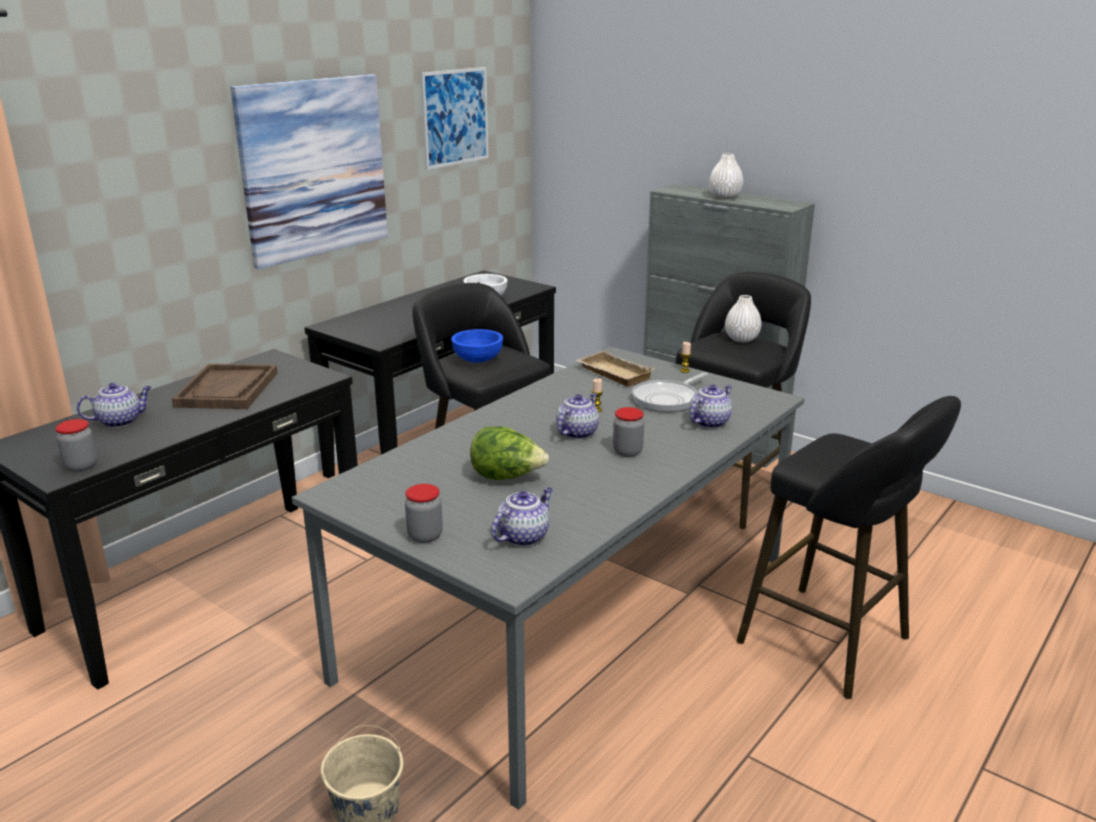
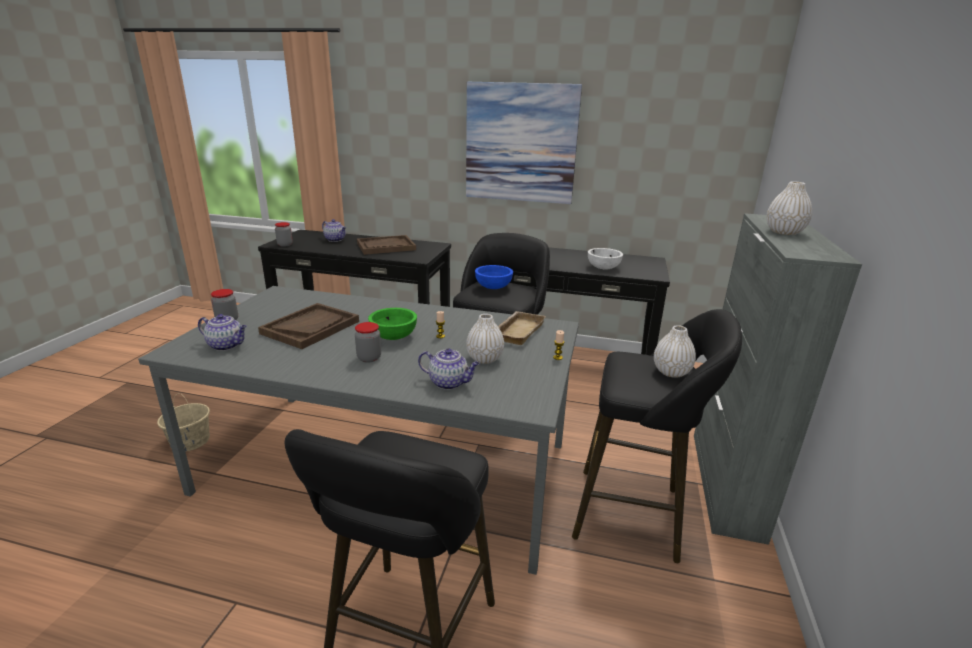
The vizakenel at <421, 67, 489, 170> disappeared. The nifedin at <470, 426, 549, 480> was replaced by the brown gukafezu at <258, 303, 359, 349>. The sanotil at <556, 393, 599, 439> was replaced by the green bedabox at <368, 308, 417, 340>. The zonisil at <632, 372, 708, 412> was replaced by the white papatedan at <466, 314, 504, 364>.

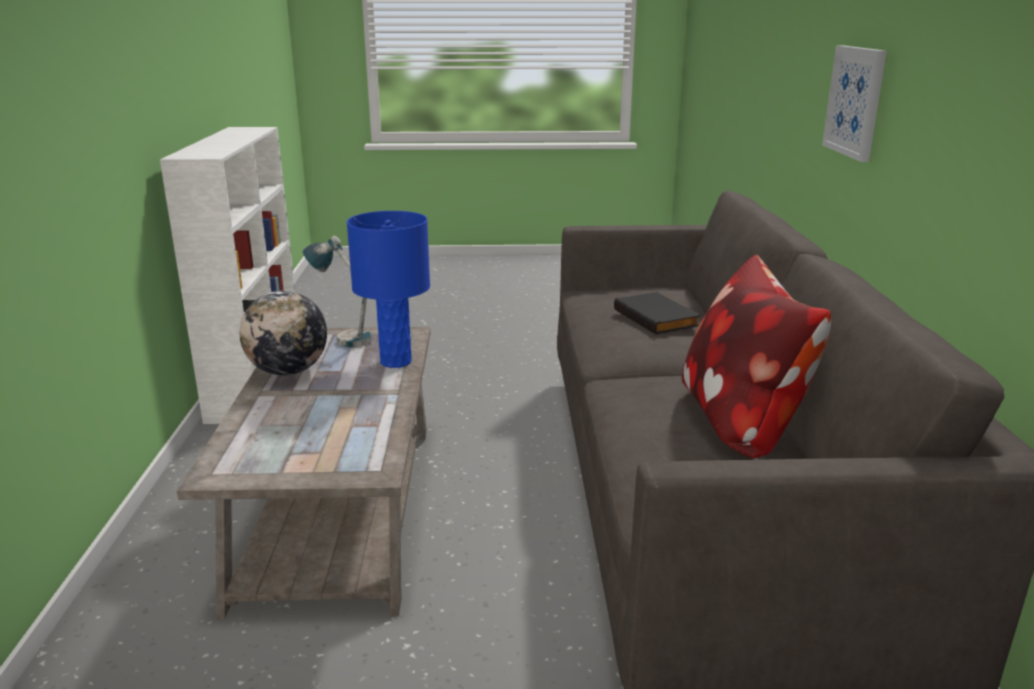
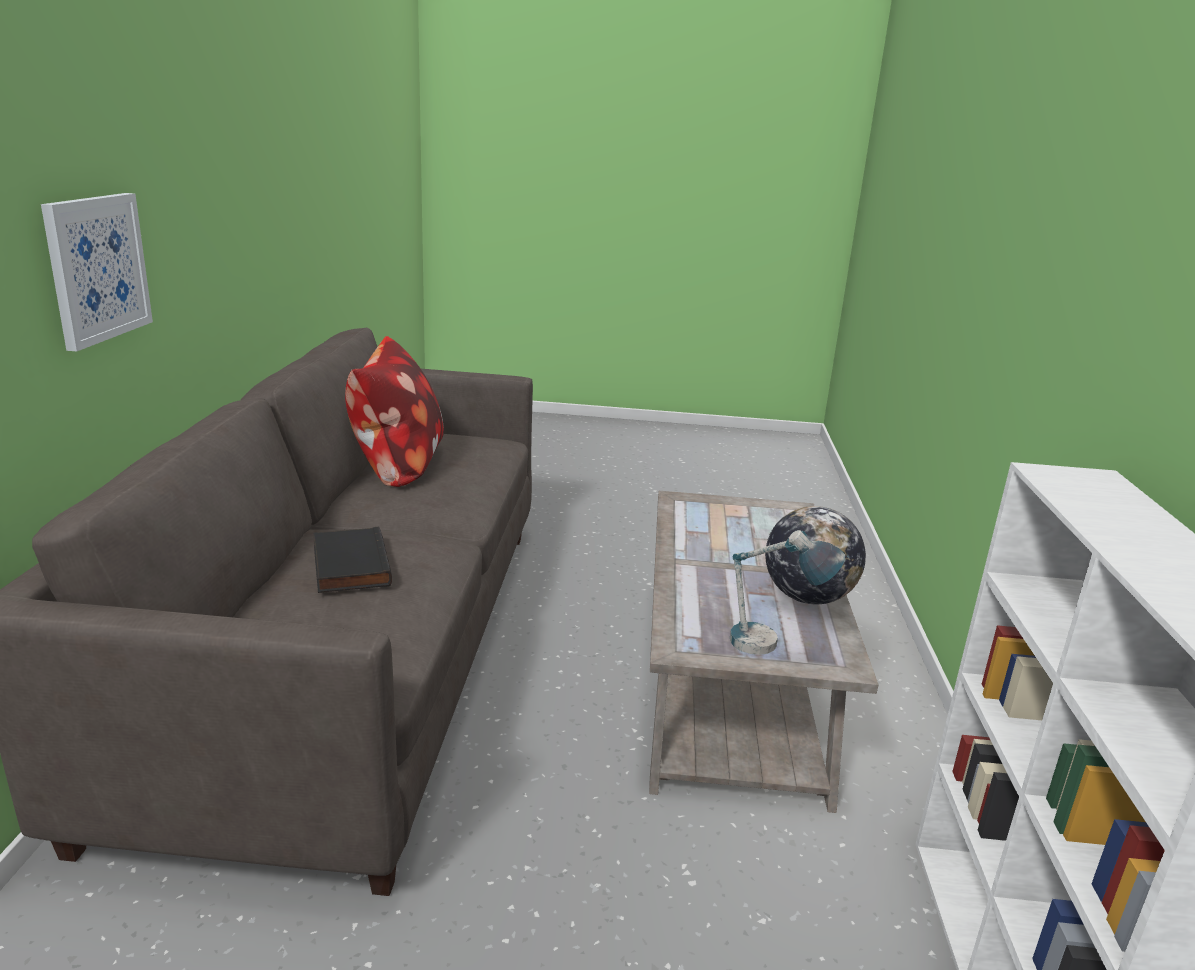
The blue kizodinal at <347, 211, 430, 368> disappeared.

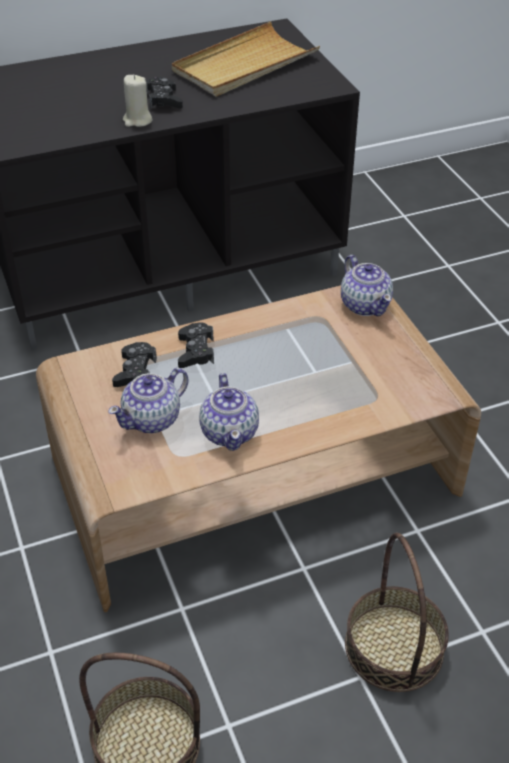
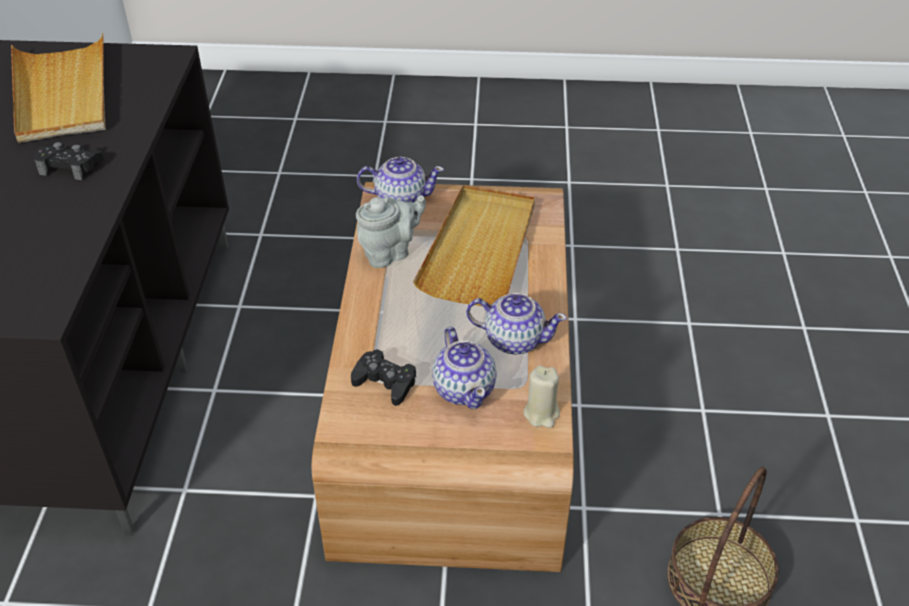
The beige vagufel moved from <123, 75, 152, 127> to <523, 366, 560, 428>. The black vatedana at <178, 322, 214, 368> disappeared. The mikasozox at <345, 532, 449, 692> disappeared. The grey sanotil at <356, 195, 426, 268> appeared. The beige gukafezu at <413, 185, 535, 306> appeared.

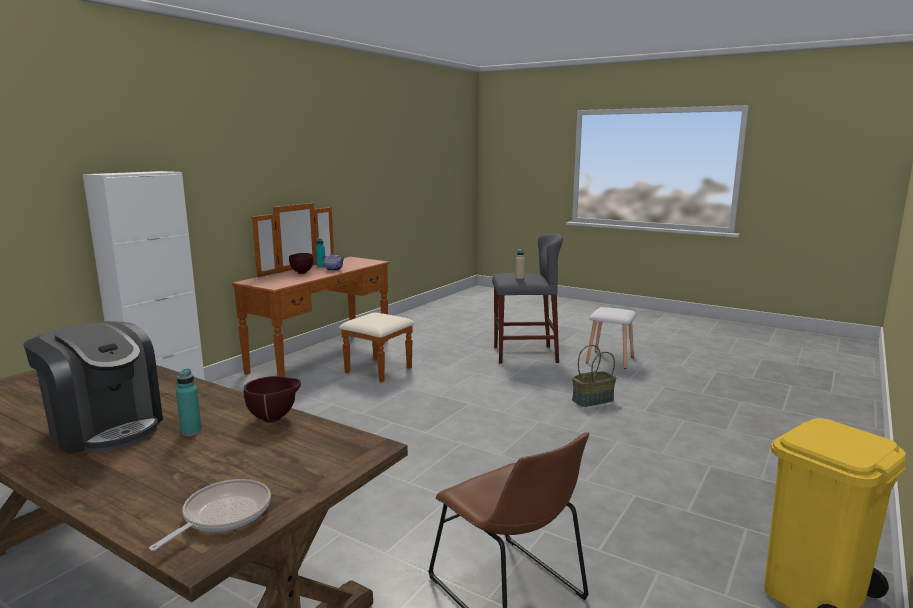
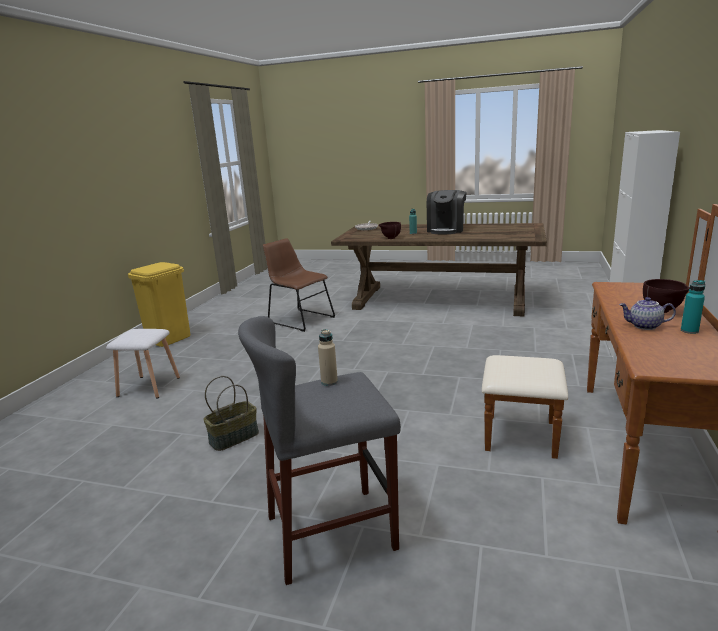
The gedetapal at <23, 321, 163, 454> turned 90 degrees counterclockwise. The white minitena moved from <586, 307, 636, 369> to <106, 329, 180, 399>.

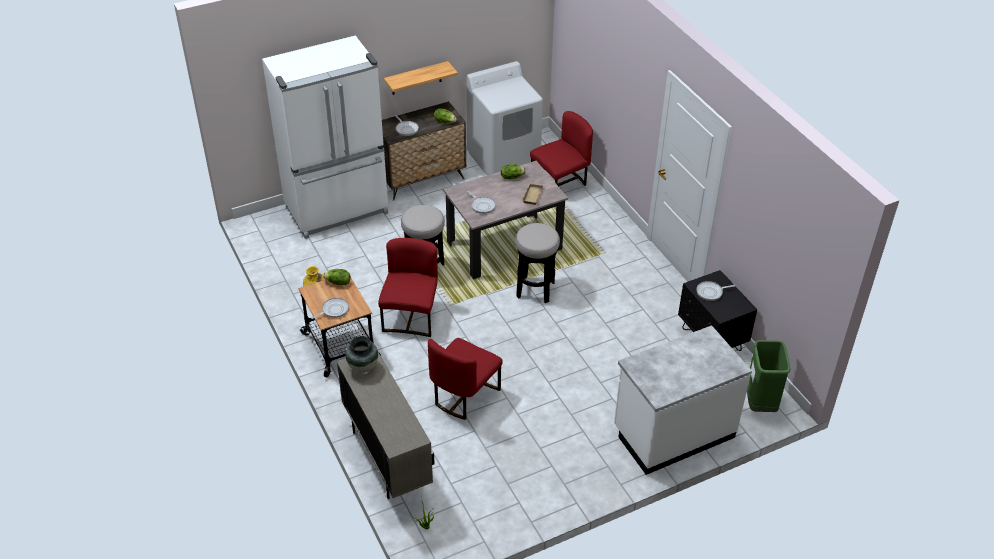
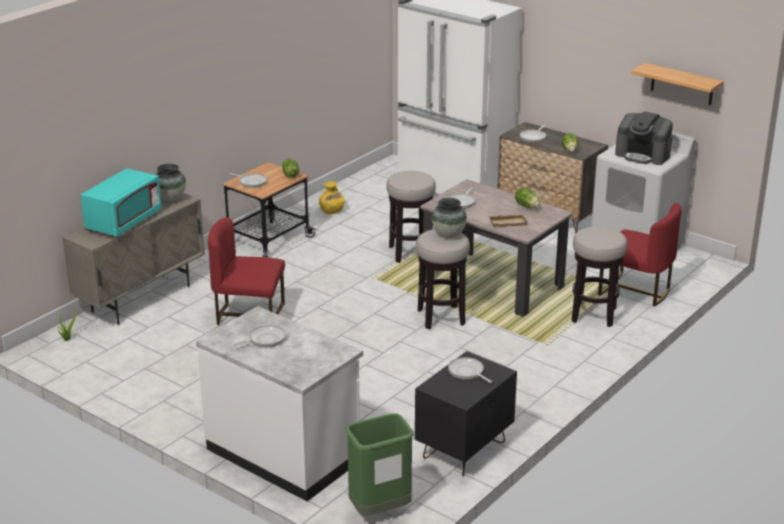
The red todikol at <378, 238, 438, 337> disappeared. The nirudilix moved from <384, 61, 458, 95> to <631, 63, 724, 105>. The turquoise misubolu at <80, 168, 162, 237> appeared. The zonisil at <233, 325, 286, 347> appeared. The papatedan at <432, 198, 467, 238> appeared. The minitena at <572, 226, 627, 327> appeared. The gedetapal at <615, 111, 673, 165> appeared.

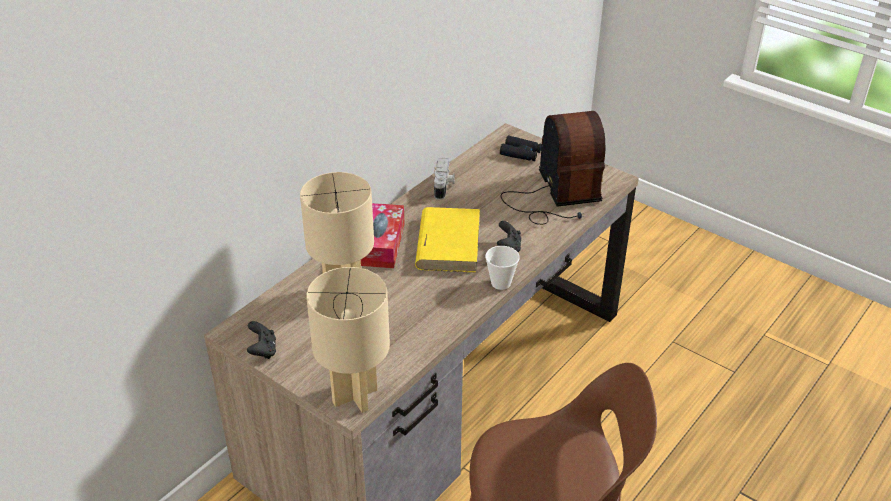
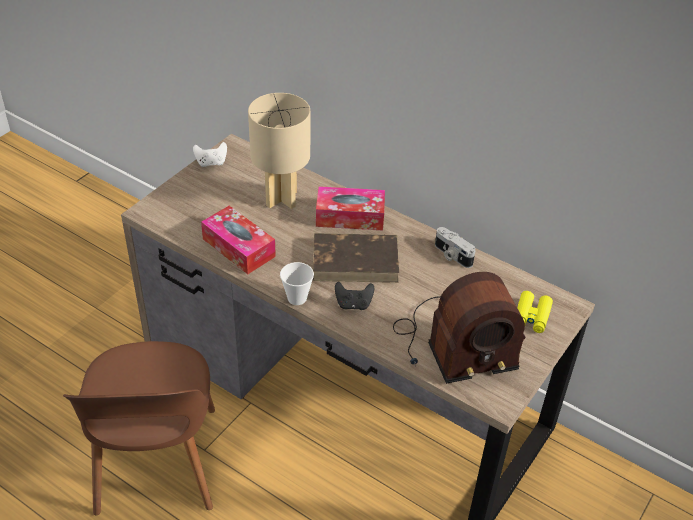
The black vatedana at <247, 321, 276, 359> became the white vatedana at <193, 142, 227, 167>. The beige kizodinal at <306, 267, 390, 413> disappeared. The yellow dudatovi at <415, 207, 480, 273> became the brown dudatovi at <313, 233, 399, 283>. The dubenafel at <434, 157, 455, 200> turned 45 degrees clockwise. The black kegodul at <500, 136, 542, 161> became the yellow kegodul at <517, 291, 553, 333>. The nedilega at <201, 206, 276, 274> appeared.

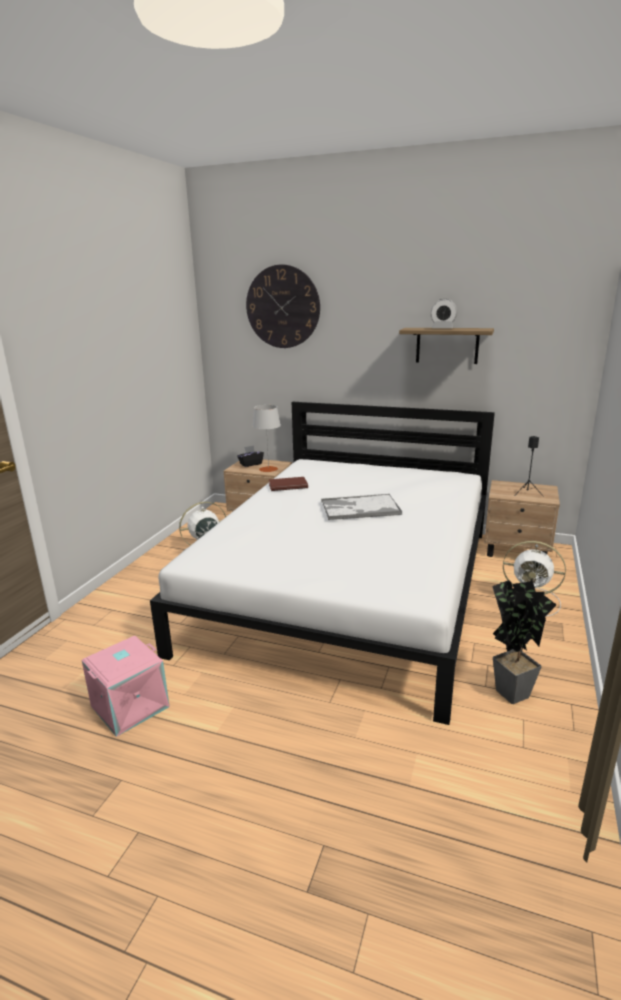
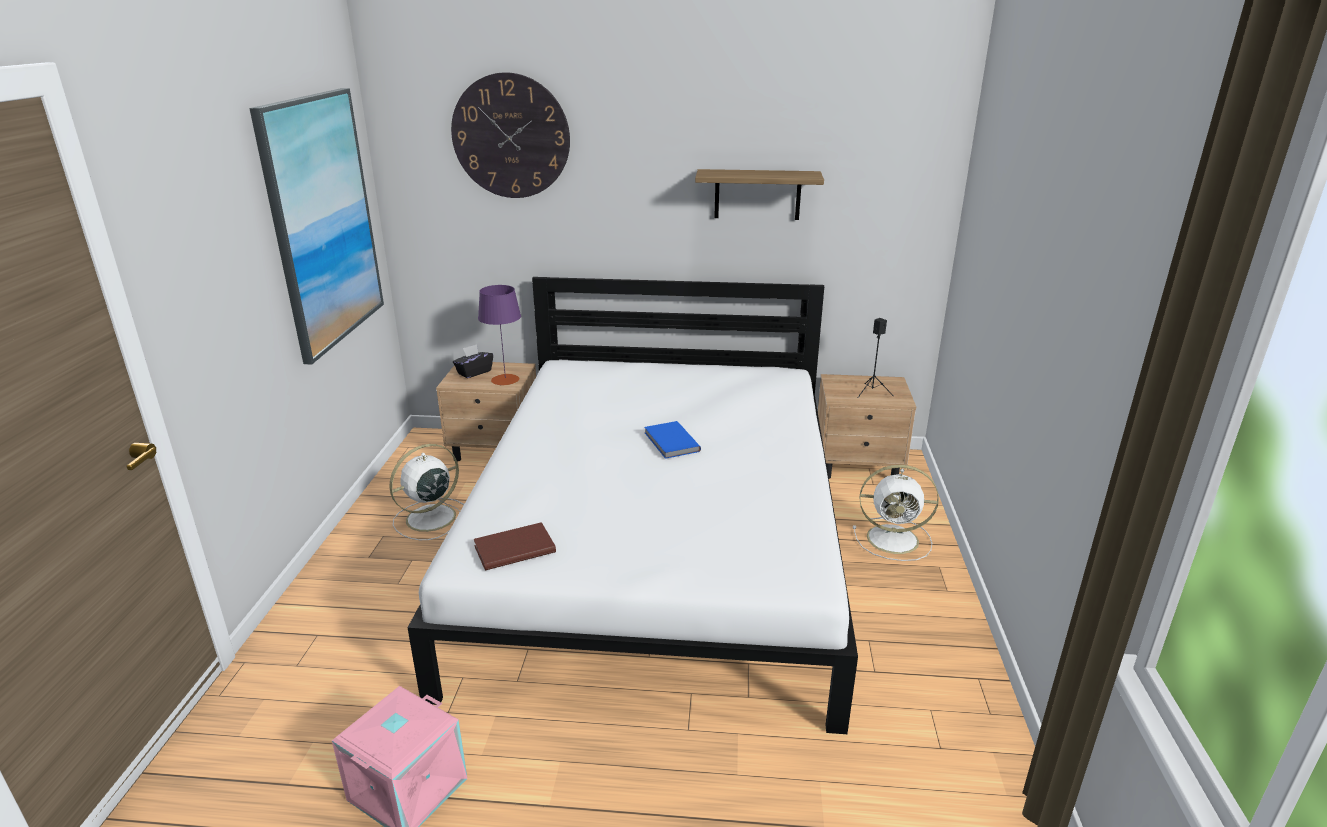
The grey kizodinal at <252, 405, 281, 472> became the purple kizodinal at <478, 285, 521, 386>. The brown dudatovi moved from <269, 477, 308, 491> to <474, 522, 556, 571>. The gukafezu at <321, 494, 402, 520> was replaced by the blue dudatovi at <645, 421, 701, 459>. The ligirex at <431, 299, 457, 328> disappeared. The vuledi at <492, 579, 556, 704> disappeared. The vizakenel at <250, 88, 384, 365> appeared.

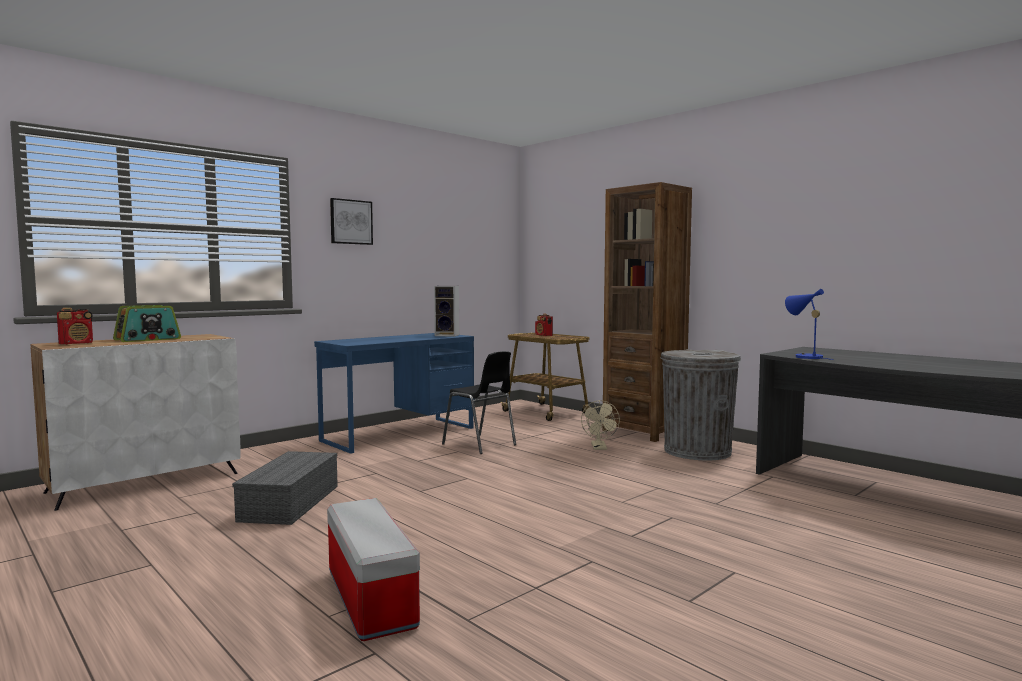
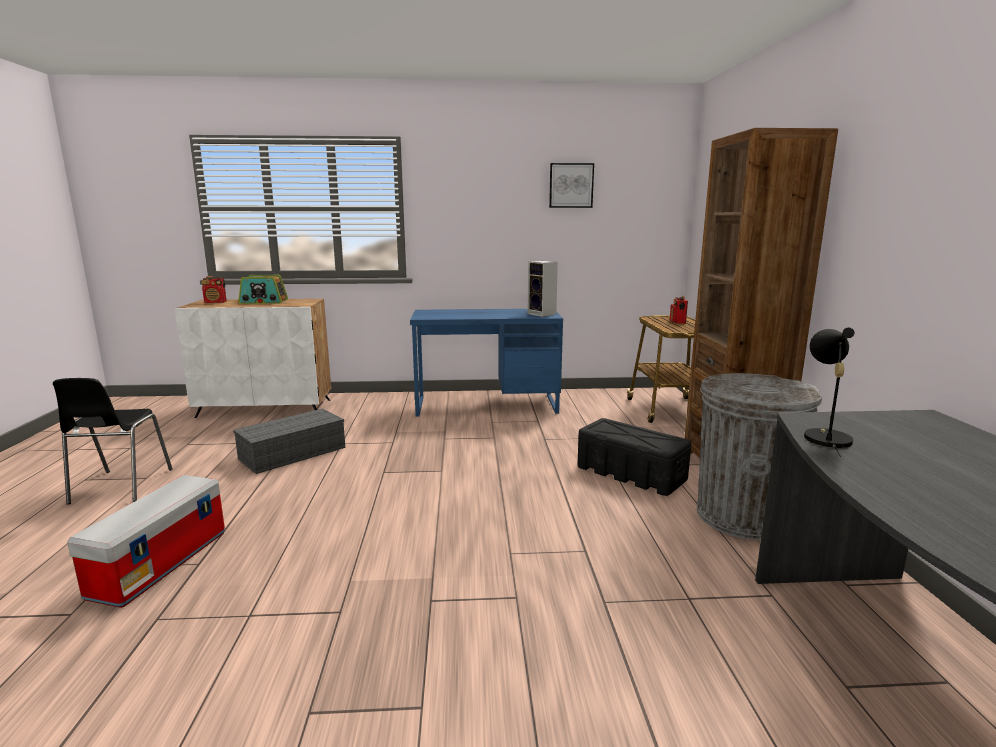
The vizakenel moved from <330, 198, 373, 245> to <549, 163, 594, 208>. The black todikol moved from <442, 351, 516, 454> to <53, 378, 173, 505>. The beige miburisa at <581, 400, 620, 450> was replaced by the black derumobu at <577, 418, 691, 496>. The blue kizodinal at <785, 289, 833, 360> became the black kizodinal at <804, 328, 855, 457>.

